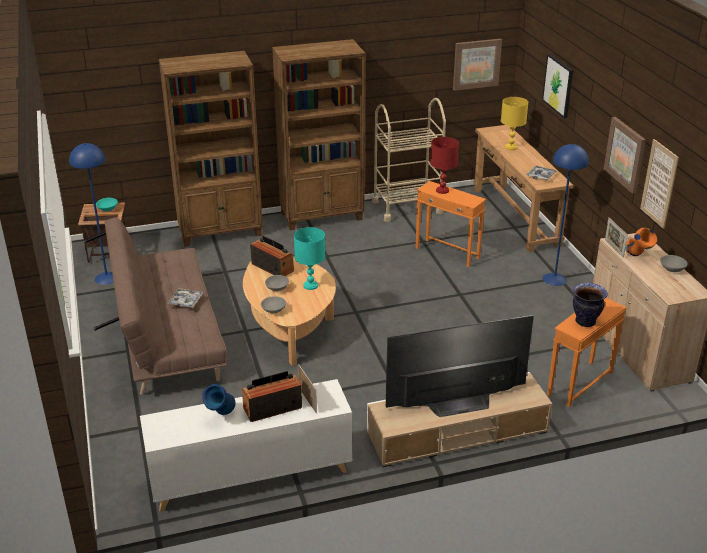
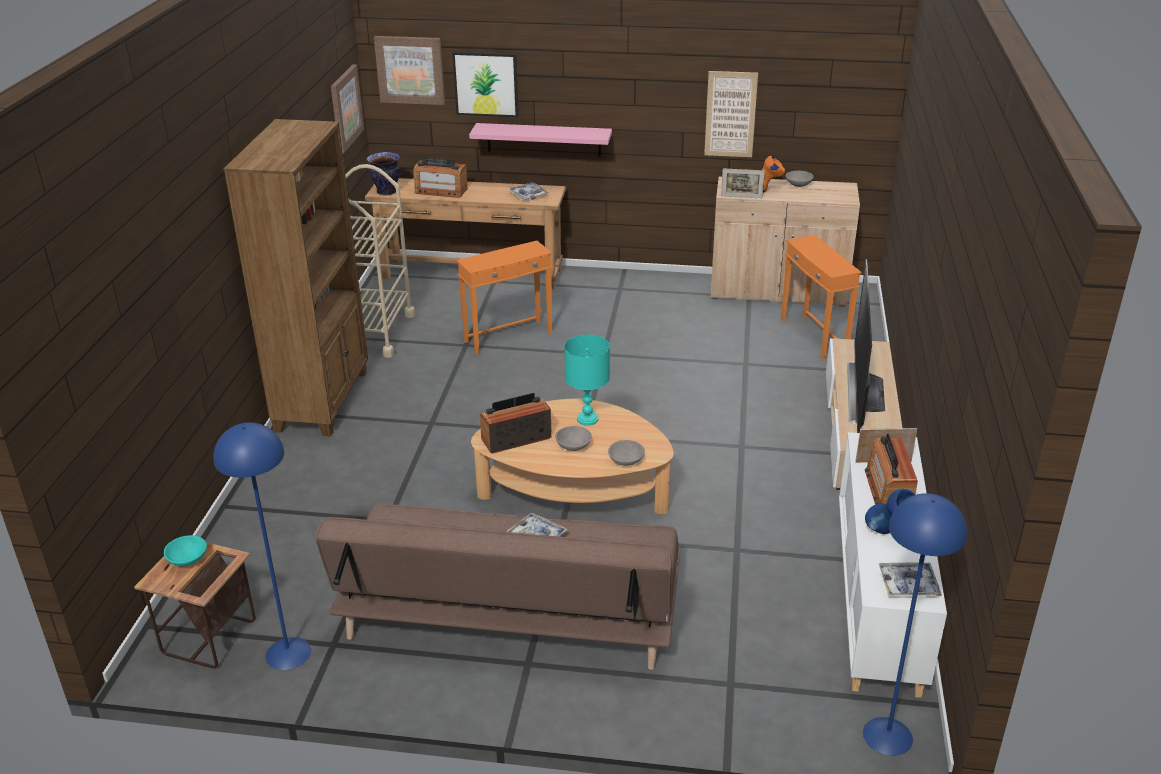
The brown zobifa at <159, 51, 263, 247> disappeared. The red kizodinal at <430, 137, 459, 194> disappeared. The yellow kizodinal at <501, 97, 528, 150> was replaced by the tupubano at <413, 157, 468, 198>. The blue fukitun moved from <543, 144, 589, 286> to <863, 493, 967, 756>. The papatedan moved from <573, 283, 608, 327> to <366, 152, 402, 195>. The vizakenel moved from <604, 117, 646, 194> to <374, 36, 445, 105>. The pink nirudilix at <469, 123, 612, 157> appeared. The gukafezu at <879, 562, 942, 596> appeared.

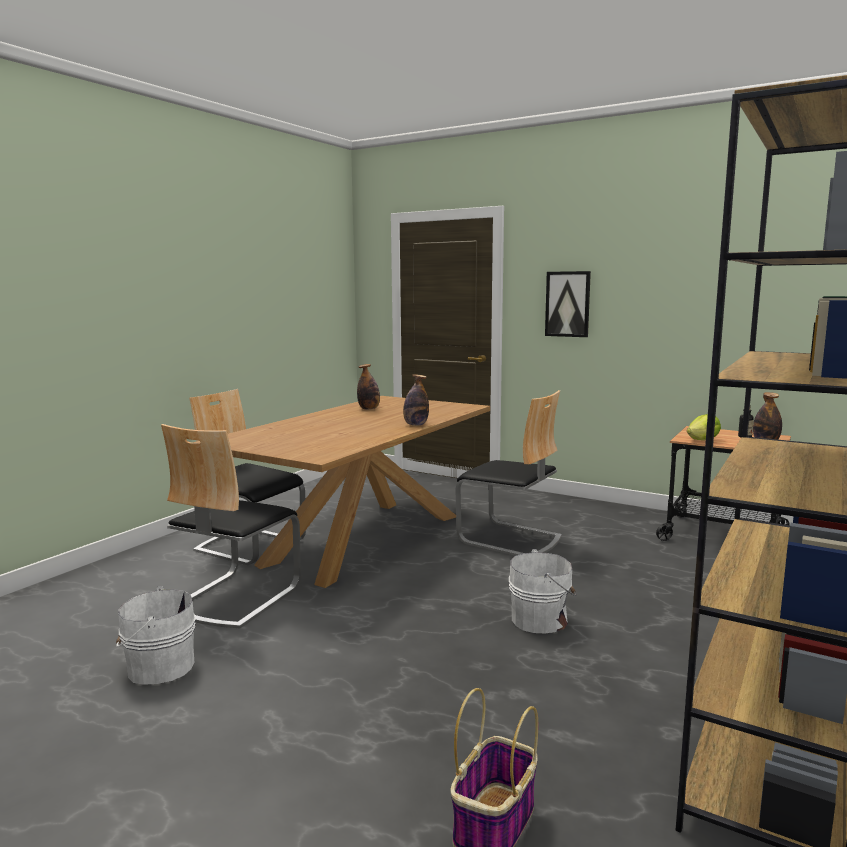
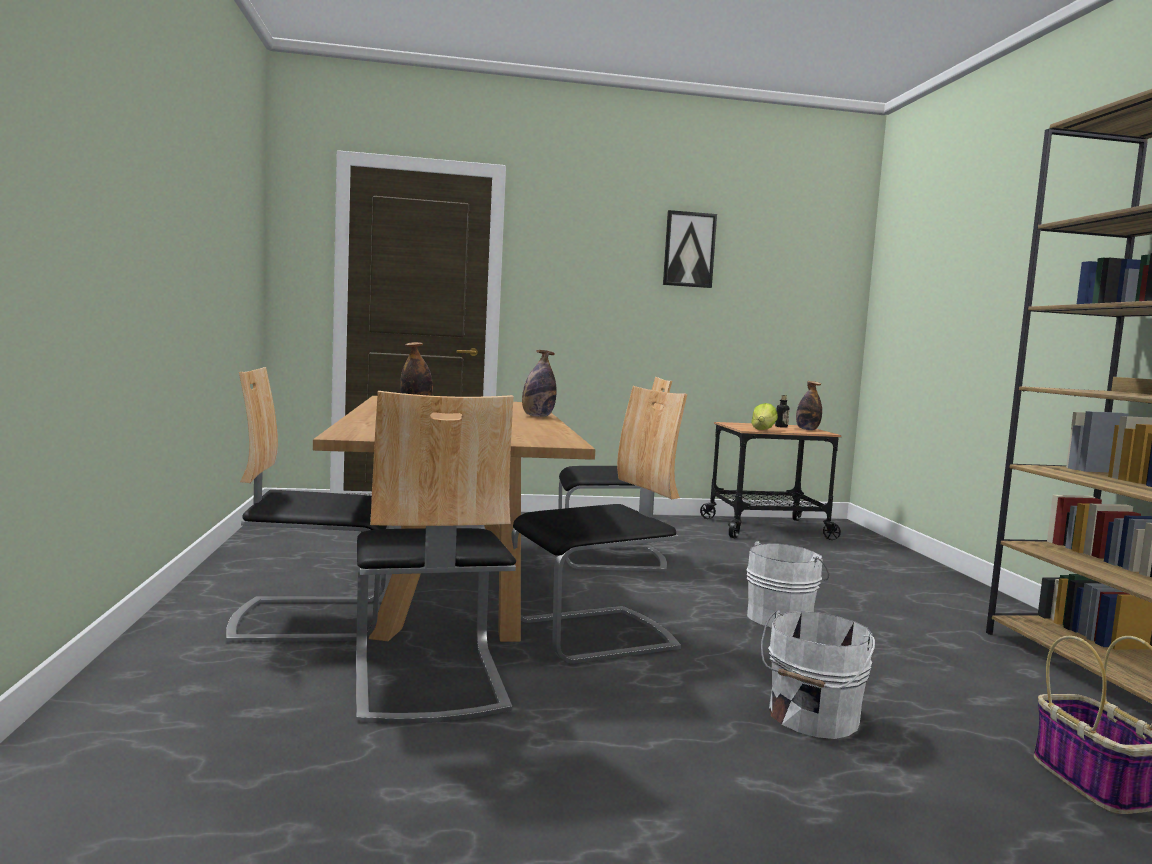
The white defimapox moved from <116, 586, 196, 685> to <761, 610, 875, 739>. The vizakenel moved from <545, 271, 591, 337> to <663, 210, 717, 288>. The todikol at <512, 386, 687, 664> appeared.

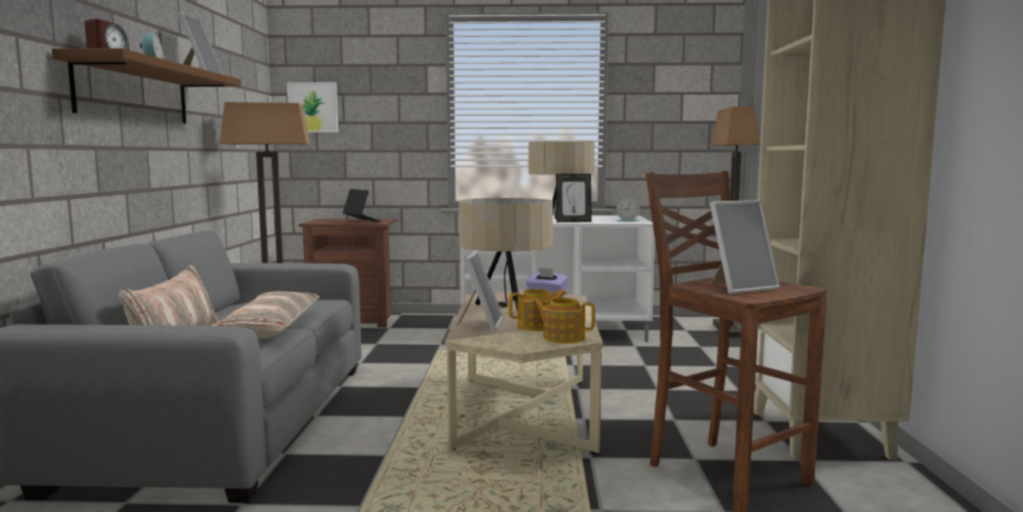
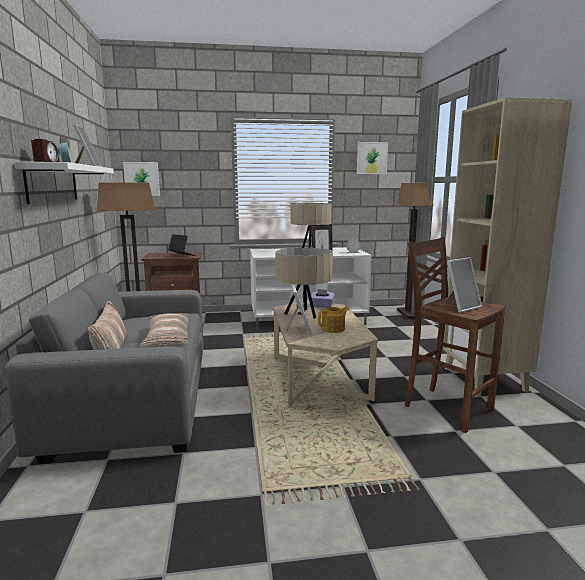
The brown nirudilix at <52, 48, 241, 123> became the white nirudilix at <15, 162, 114, 204>. The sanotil at <532, 298, 595, 344> disappeared. The vizakenel at <357, 142, 388, 174> appeared.

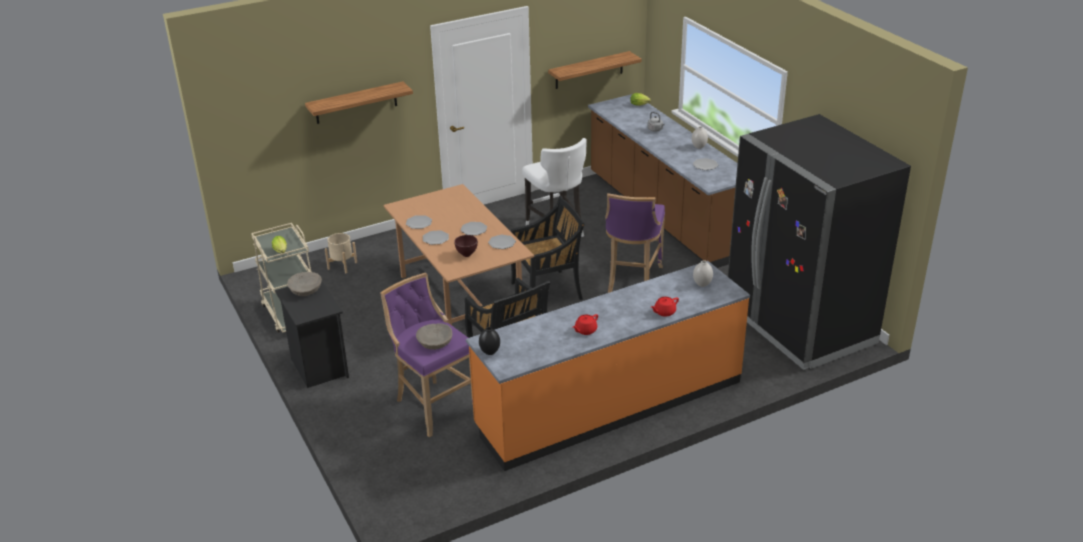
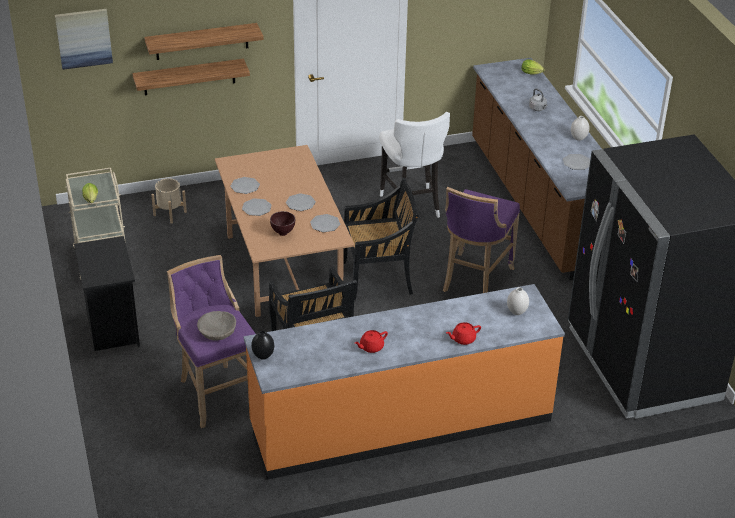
The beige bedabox at <287, 272, 322, 296> disappeared. The nirudilix moved from <548, 51, 642, 89> to <133, 59, 250, 95>. The vizakenel at <55, 9, 113, 70> appeared.

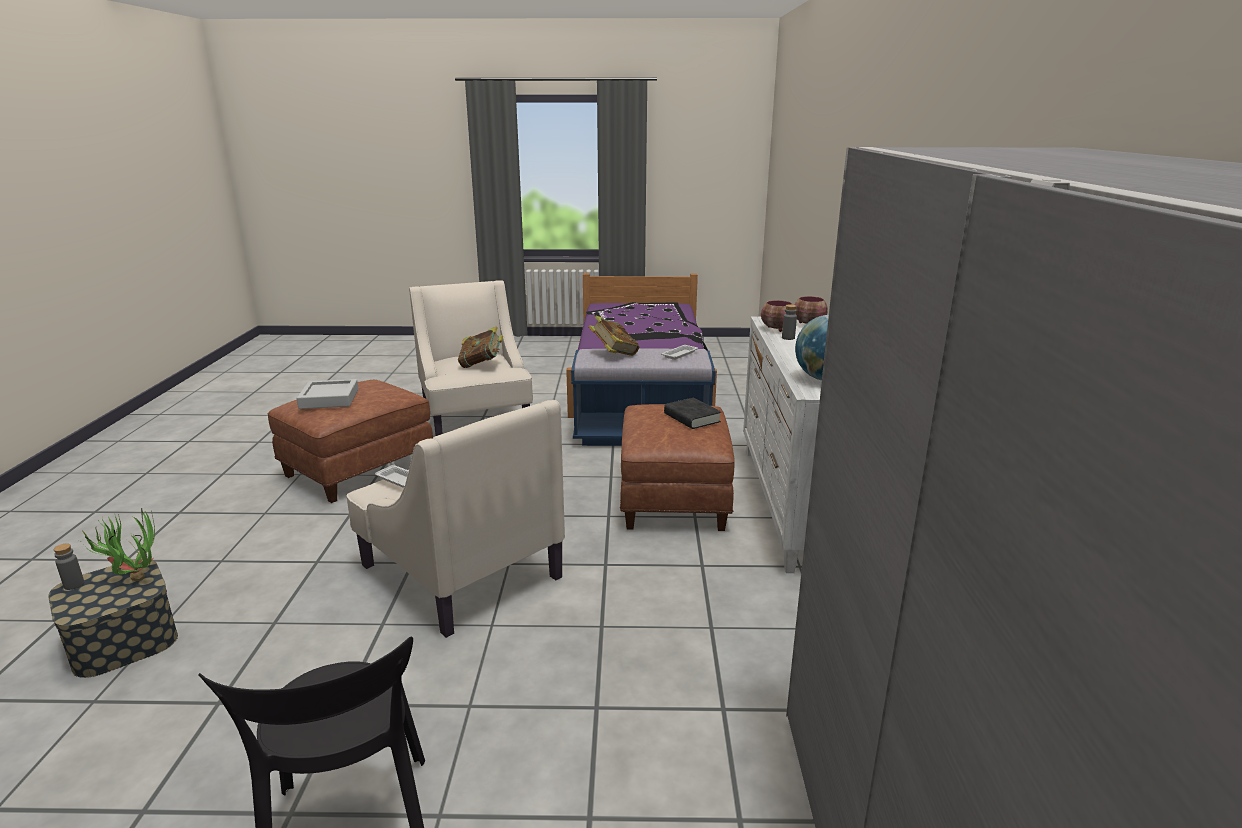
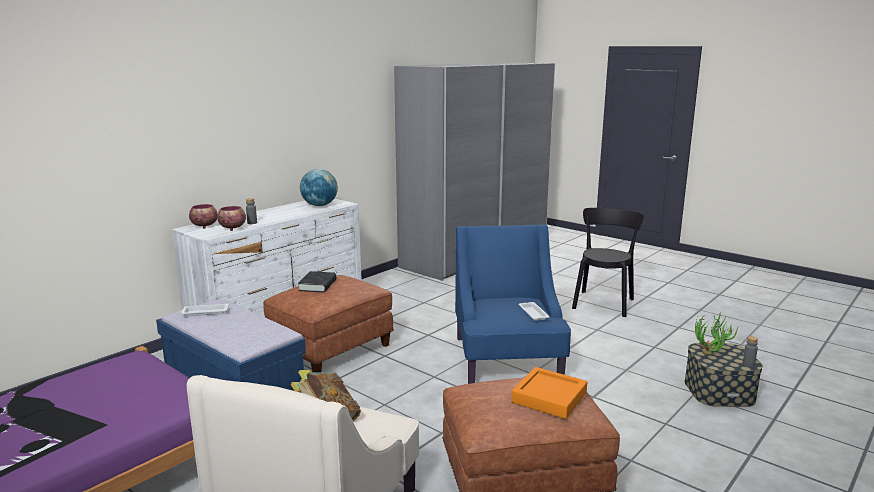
The grey gukafezu at <296, 379, 358, 409> became the orange gukafezu at <511, 367, 587, 419>. The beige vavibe at <347, 400, 565, 638> became the blue vavibe at <455, 225, 571, 384>. The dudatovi at <589, 316, 640, 356> disappeared.

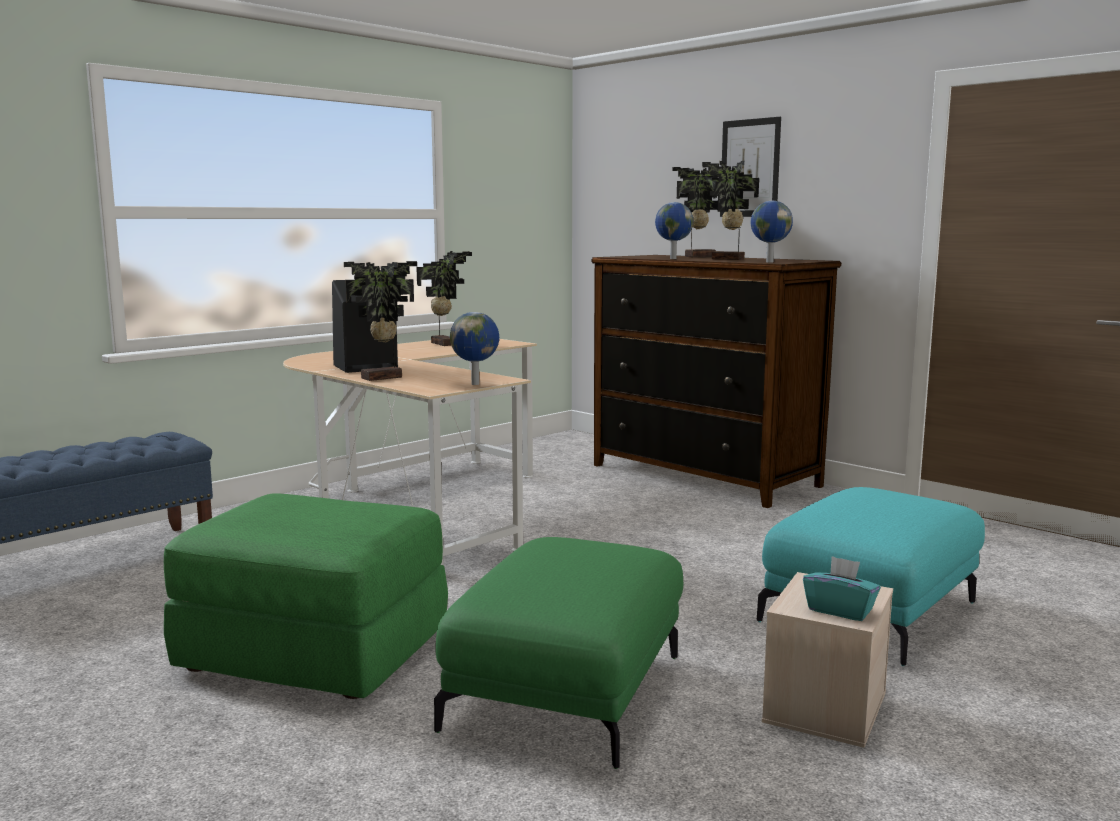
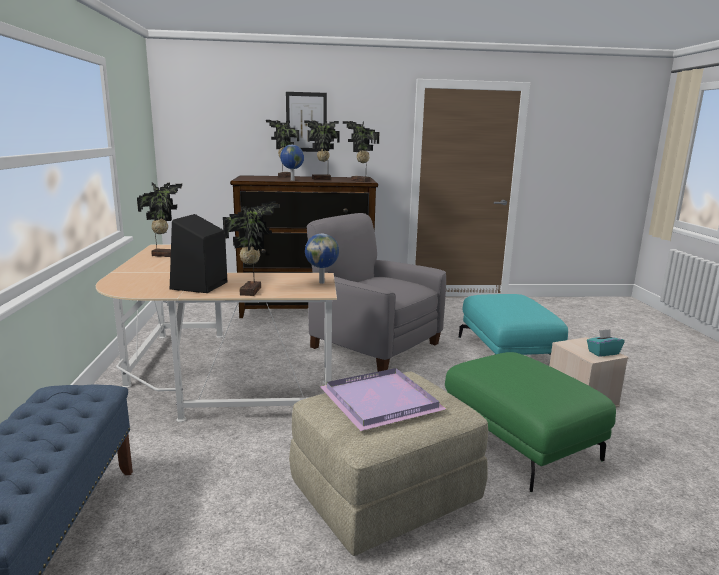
The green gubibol at <164, 493, 448, 699> became the beige gubibol at <289, 372, 488, 556>. The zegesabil at <751, 201, 793, 262> was replaced by the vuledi at <343, 121, 379, 182>. The grey vavibe at <307, 213, 446, 372> appeared. The purple gukafezu at <320, 368, 447, 431> appeared.

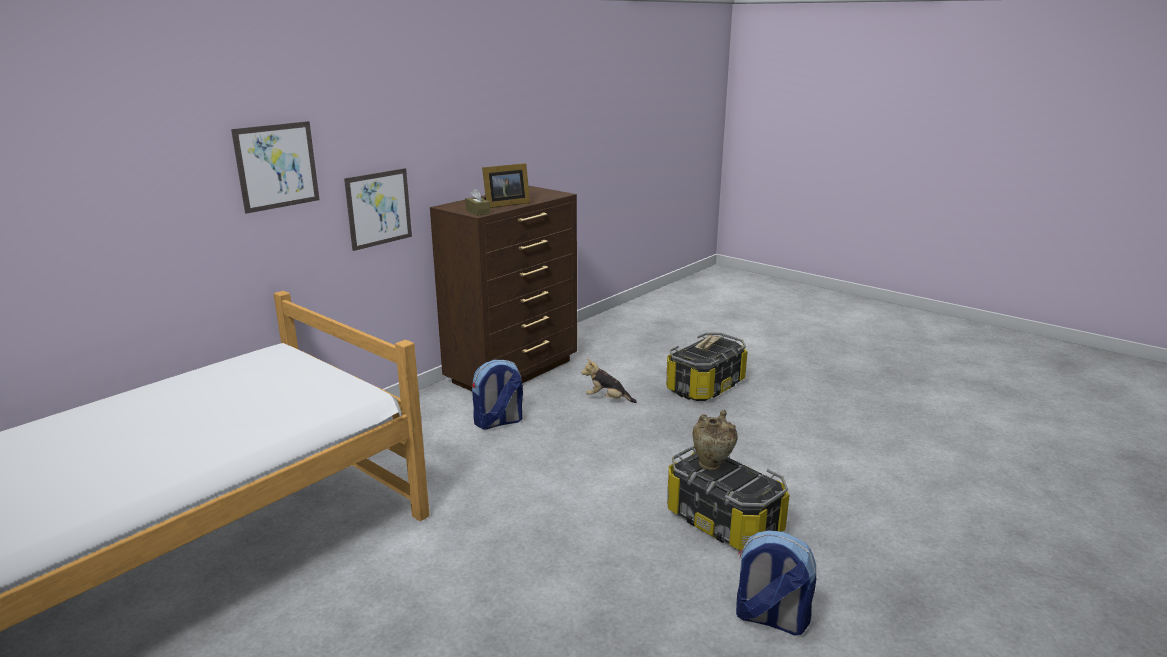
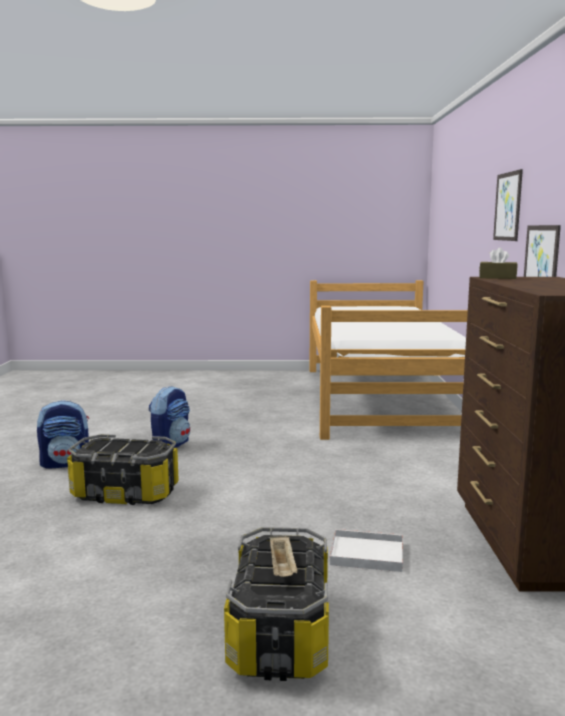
The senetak moved from <472, 360, 523, 430> to <149, 386, 190, 448>. The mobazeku at <482, 163, 530, 208> disappeared. The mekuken at <581, 359, 637, 403> was replaced by the white gukafezu at <330, 529, 403, 572>. The beige papatedan at <693, 410, 738, 470> disappeared.

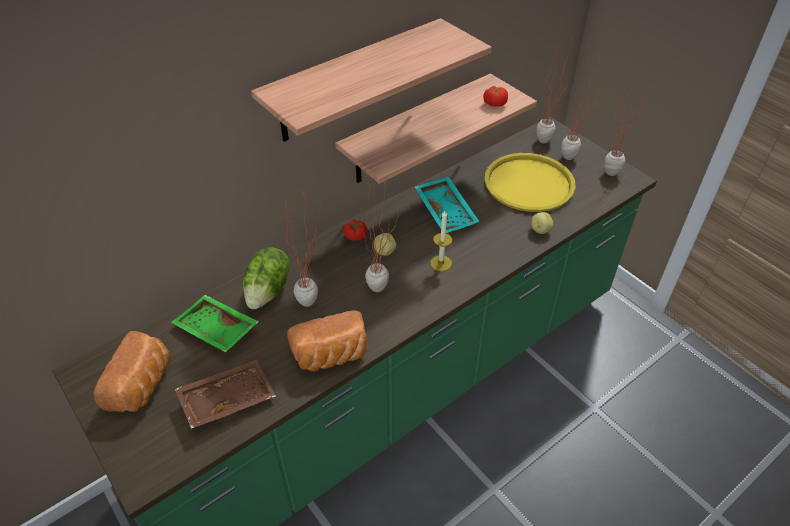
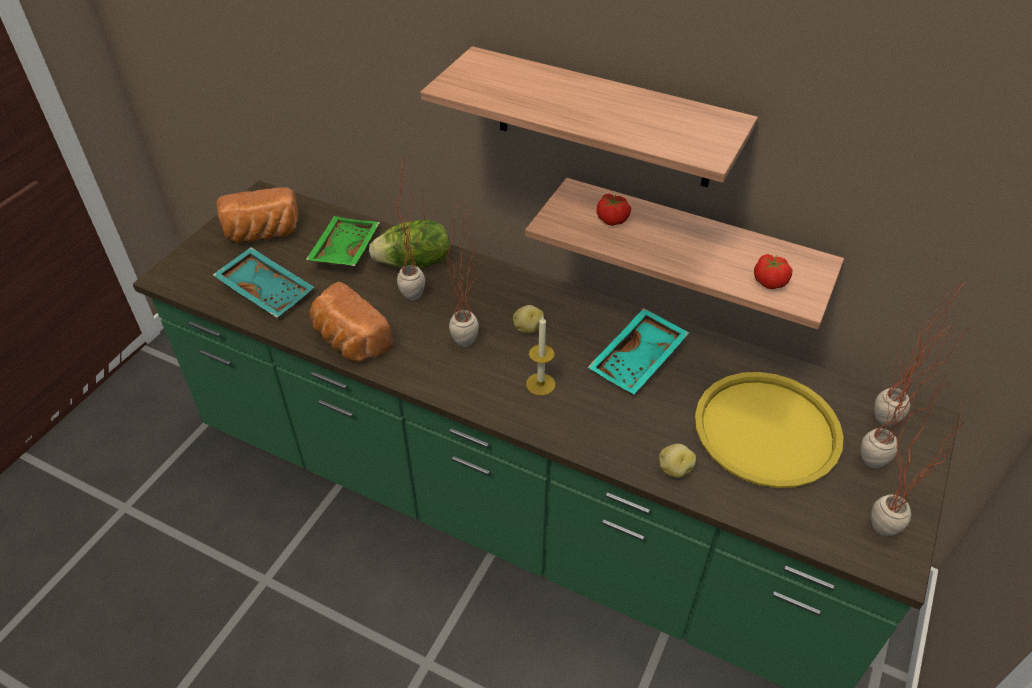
The brown gukafezu at <175, 360, 276, 429> became the turquoise gukafezu at <213, 247, 314, 318>. The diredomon moved from <343, 220, 368, 241> to <596, 193, 631, 226>.

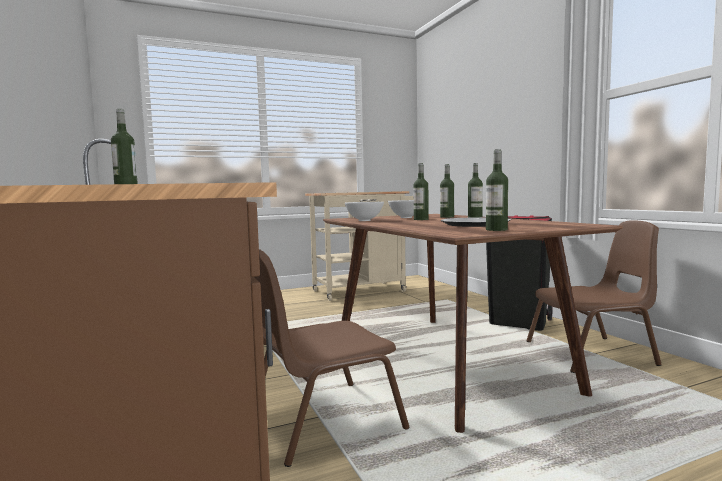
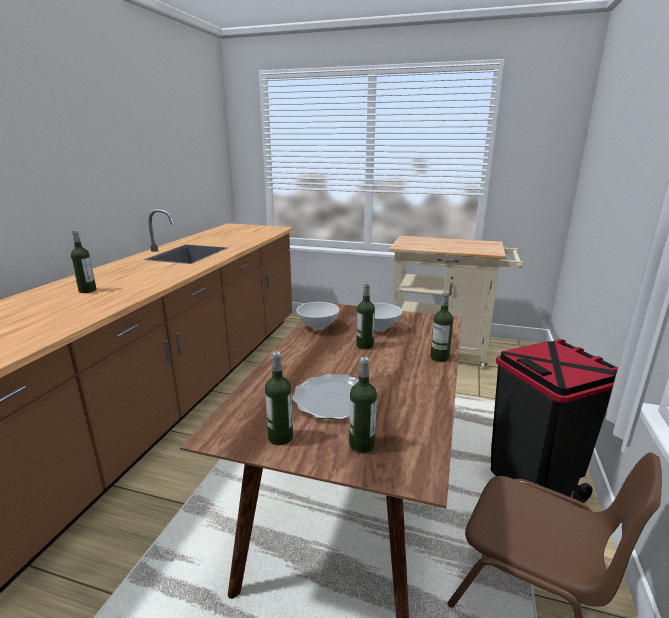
The brown todikol at <254, 249, 409, 467> disappeared. The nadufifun moved from <440, 164, 454, 218> to <349, 357, 377, 453>.

